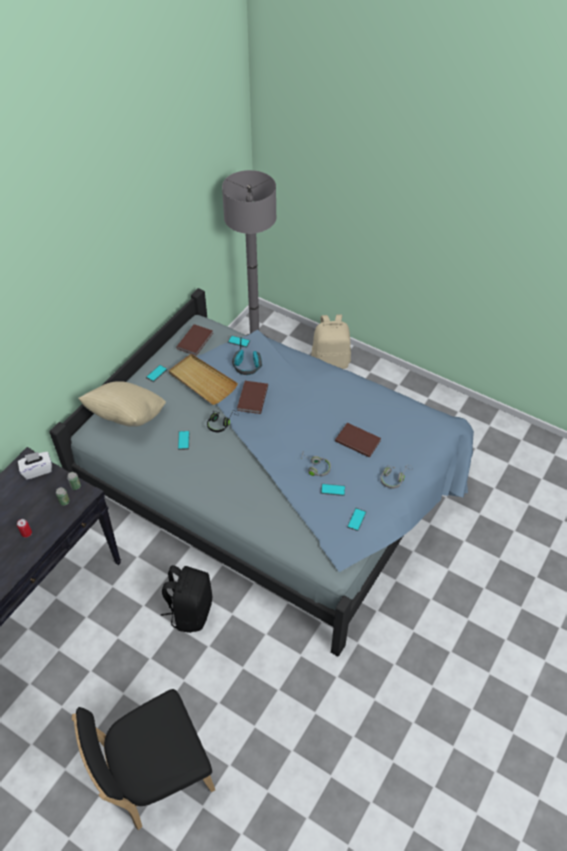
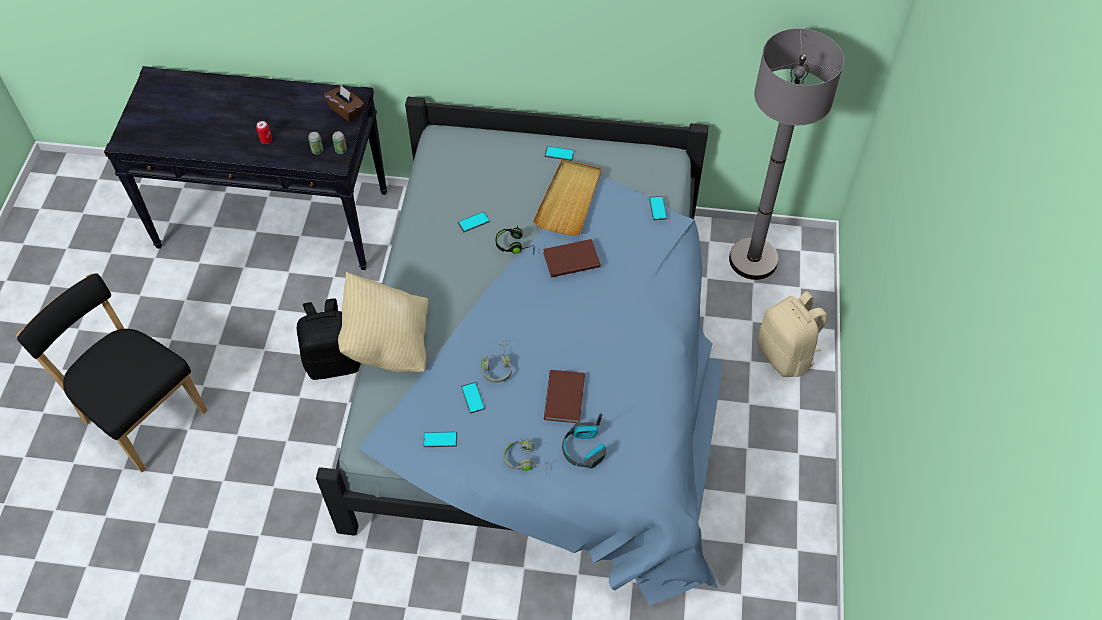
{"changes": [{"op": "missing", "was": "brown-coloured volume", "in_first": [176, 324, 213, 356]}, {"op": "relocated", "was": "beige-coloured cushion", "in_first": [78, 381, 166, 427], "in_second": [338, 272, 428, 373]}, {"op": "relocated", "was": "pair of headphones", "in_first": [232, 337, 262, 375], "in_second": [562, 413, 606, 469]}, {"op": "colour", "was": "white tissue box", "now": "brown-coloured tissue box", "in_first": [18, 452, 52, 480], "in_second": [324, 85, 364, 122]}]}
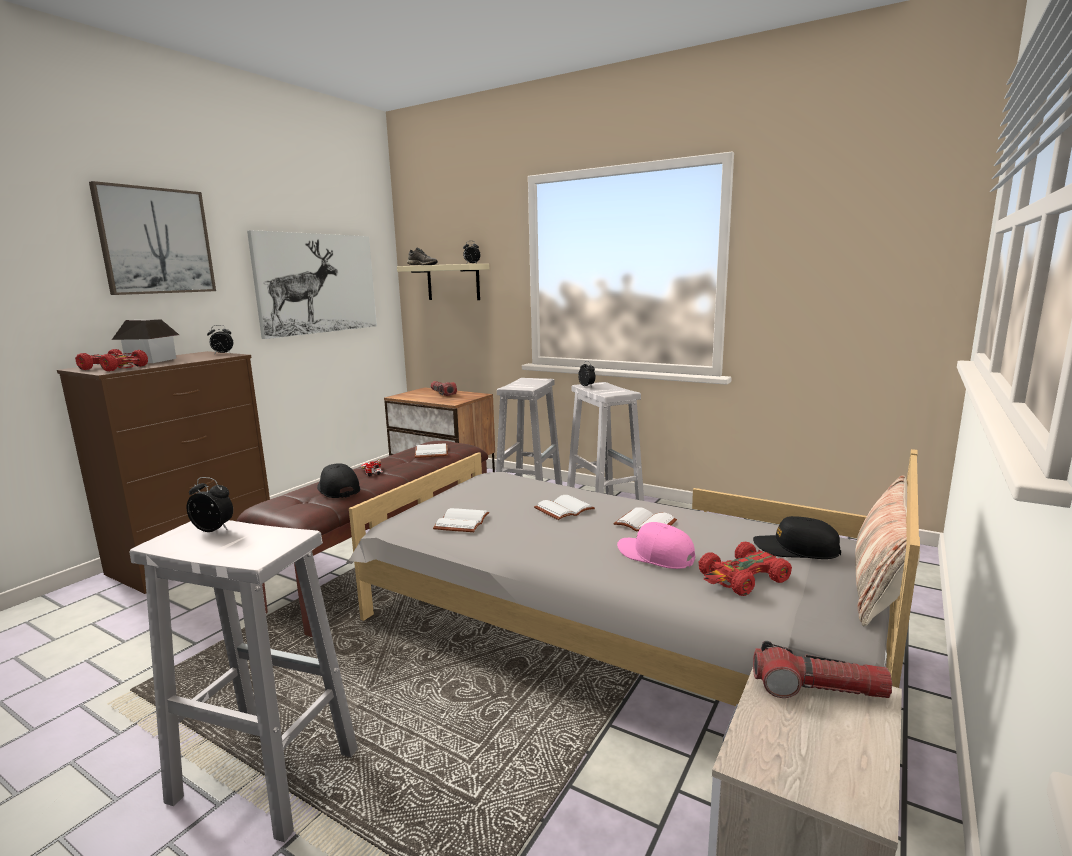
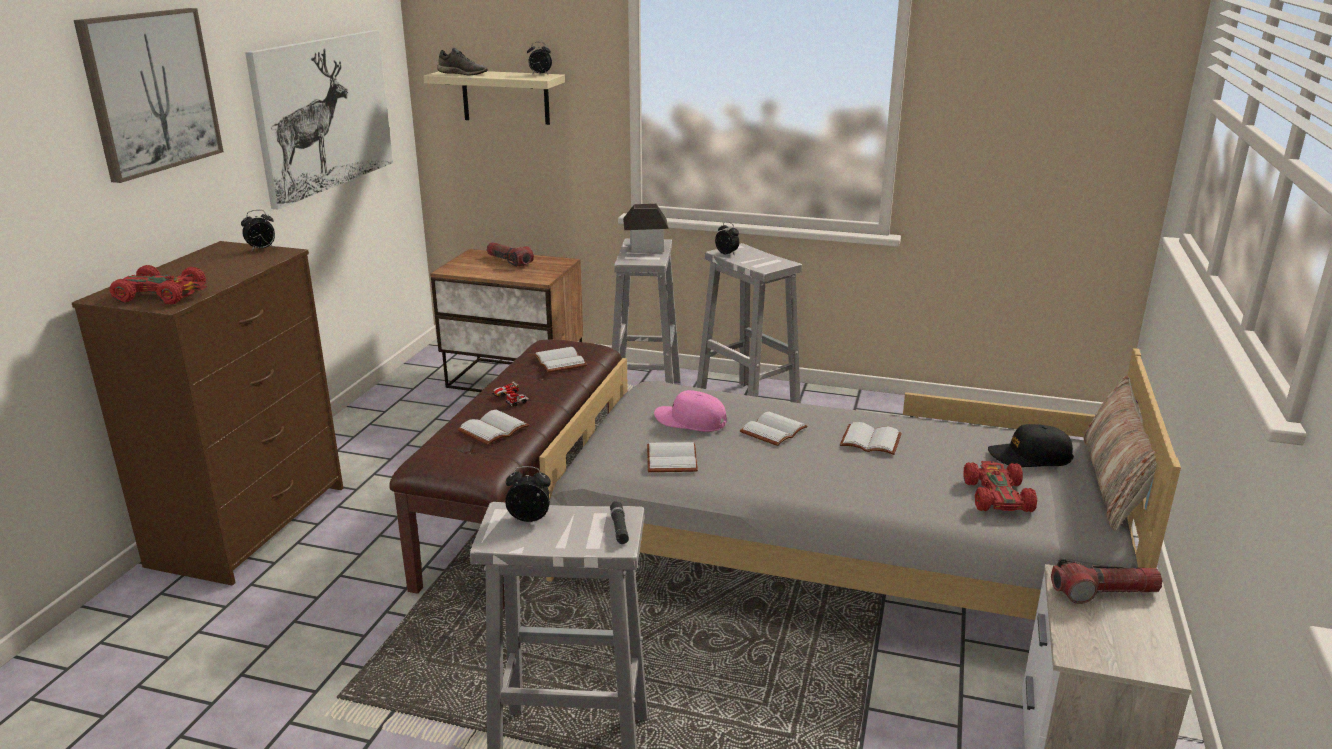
{"changes": [{"op": "appeared", "now": "blackish hand torch", "in_second": [610, 501, 629, 544]}, {"op": "relocated", "was": "toy house", "in_first": [112, 319, 179, 363], "in_second": [623, 204, 669, 253]}, {"op": "relocated", "was": "pink-coloured peaked cap", "in_first": [617, 522, 695, 569], "in_second": [654, 390, 727, 432]}, {"op": "exchanged", "was": "blackish peaked cap", "now": "white volume", "in_first": [317, 463, 360, 498], "in_second": [457, 410, 530, 445]}, {"op": "spun", "was": "reddish miniature car", "in_first": [699, 542, 792, 596], "in_second": [963, 461, 1037, 512], "clockwise": 135}]}
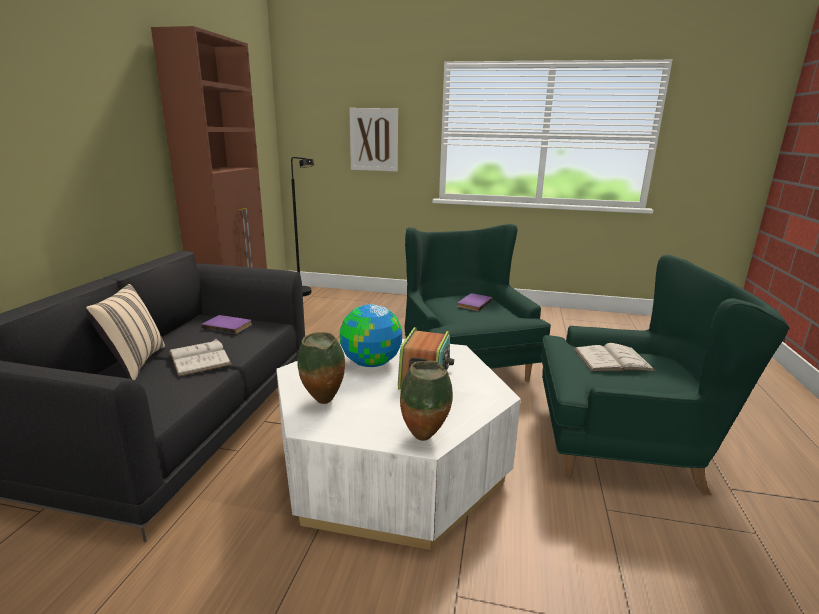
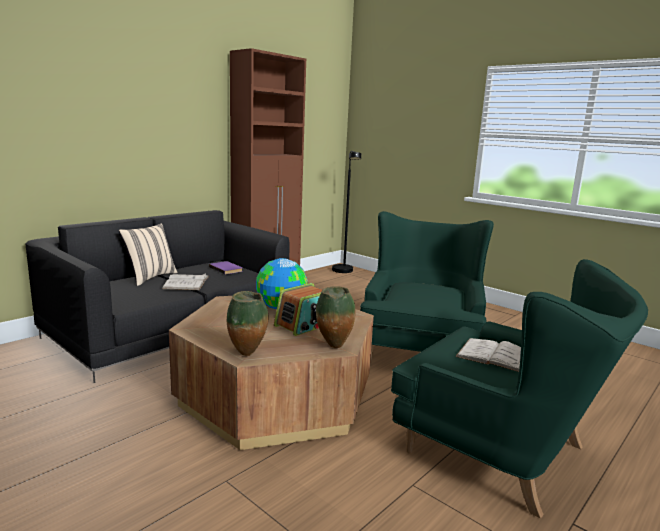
{"changes": [{"op": "missing", "was": "wall art", "in_first": [349, 108, 398, 172]}, {"op": "missing", "was": "purple-coloured volume", "in_first": [457, 293, 493, 311]}, {"op": "relocated", "was": "vase", "in_first": [297, 332, 345, 404], "in_second": [316, 286, 356, 348]}, {"op": "colour", "was": "white coffee table", "now": "brown-coloured coffee table", "in_first": [276, 339, 521, 550], "in_second": [169, 296, 374, 450]}]}
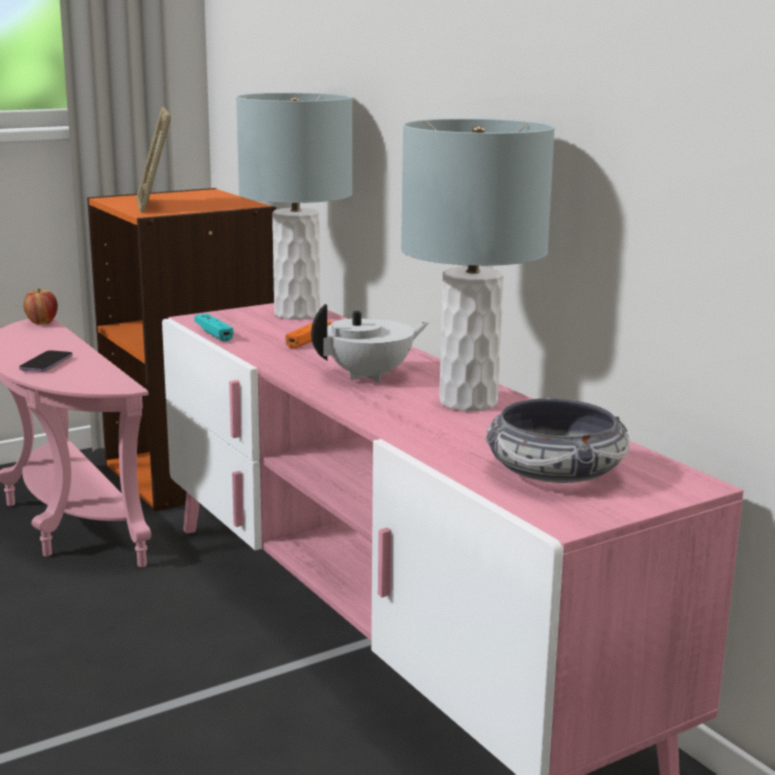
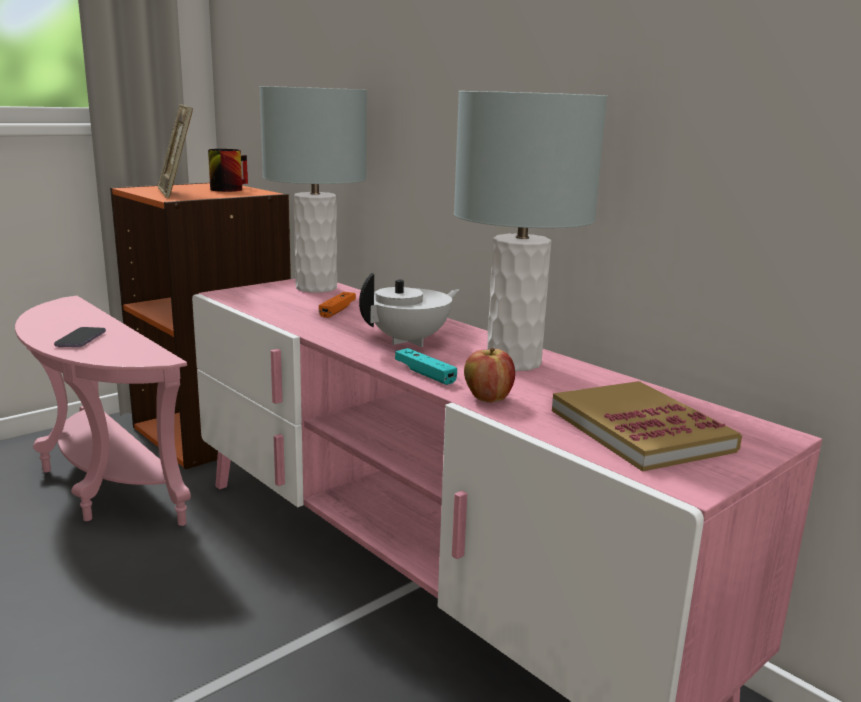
{"changes": [{"op": "appeared", "now": "tea mug", "in_second": [208, 149, 248, 192]}, {"op": "relocated", "was": "apple", "in_first": [23, 289, 58, 325], "in_second": [464, 348, 515, 403]}, {"op": "relocated", "was": "turquoise joypad", "in_first": [195, 314, 233, 342], "in_second": [395, 348, 457, 385]}, {"op": "exchanged", "was": "deep dish", "now": "volume", "in_first": [486, 398, 630, 483], "in_second": [552, 381, 742, 472]}]}
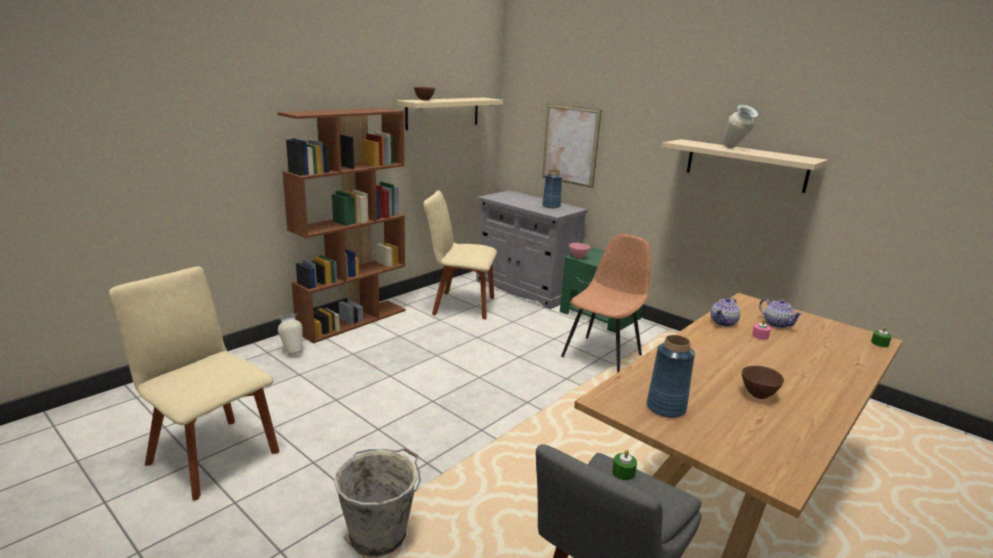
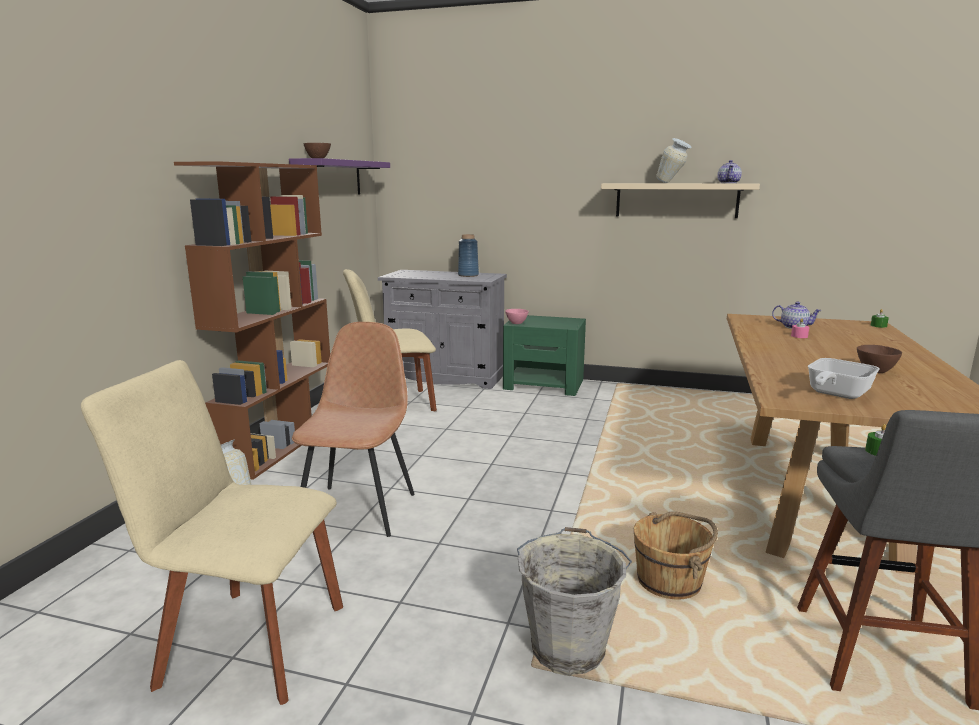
{"changes": [{"op": "missing", "was": "wall art", "in_first": [542, 104, 601, 188]}, {"op": "appeared", "now": "brown-coloured pail", "in_second": [634, 511, 718, 599]}, {"op": "relocated", "was": "brown-coloured chair", "in_first": [561, 234, 651, 373], "in_second": [292, 322, 414, 537]}, {"op": "relocated", "was": "teapot", "in_first": [711, 298, 740, 327], "in_second": [717, 160, 742, 183]}, {"op": "exchanged", "was": "bluish vase", "now": "frying pan", "in_first": [647, 335, 695, 418], "in_second": [808, 358, 880, 399]}, {"op": "colour", "was": "beige-coloured shelf", "now": "purple-coloured shelf", "in_first": [397, 98, 503, 130], "in_second": [289, 158, 390, 194]}]}
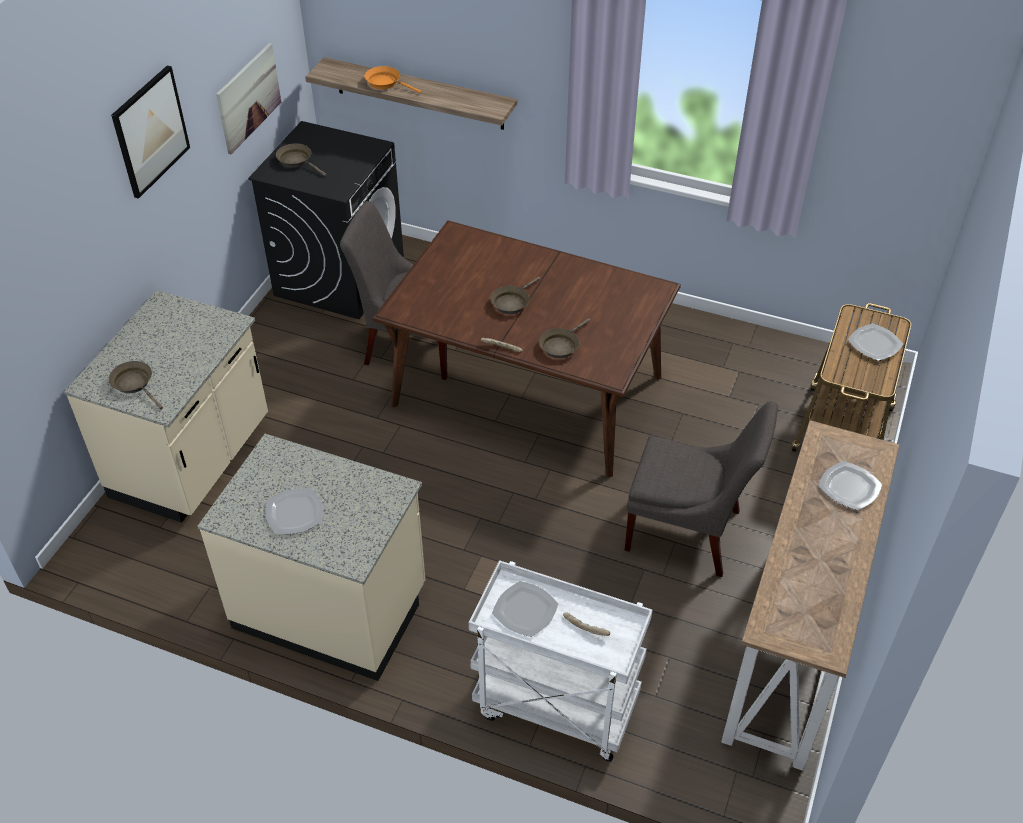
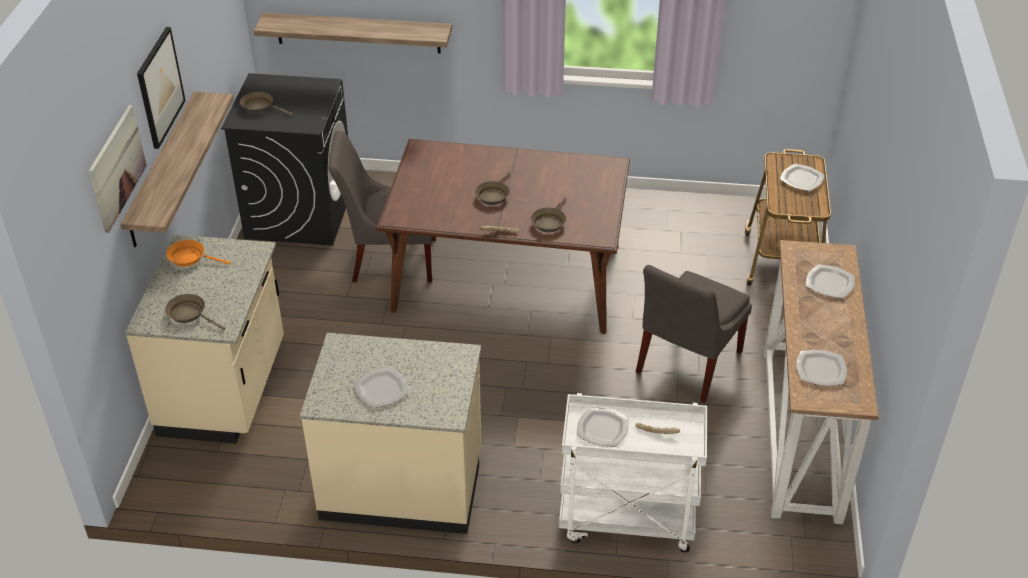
{"changes": [{"op": "appeared", "now": "shelf", "in_second": [120, 92, 234, 247]}, {"op": "appeared", "now": "dinner plate", "in_second": [796, 350, 847, 386]}, {"op": "relocated", "was": "wall art", "in_first": [216, 43, 281, 154], "in_second": [89, 105, 147, 233]}, {"op": "relocated", "was": "orange frying pan", "in_first": [364, 66, 422, 93], "in_second": [166, 240, 231, 267]}, {"op": "spun", "was": "grey chair", "in_first": [624, 401, 778, 577], "in_second": [636, 265, 752, 403], "clockwise": 120}]}
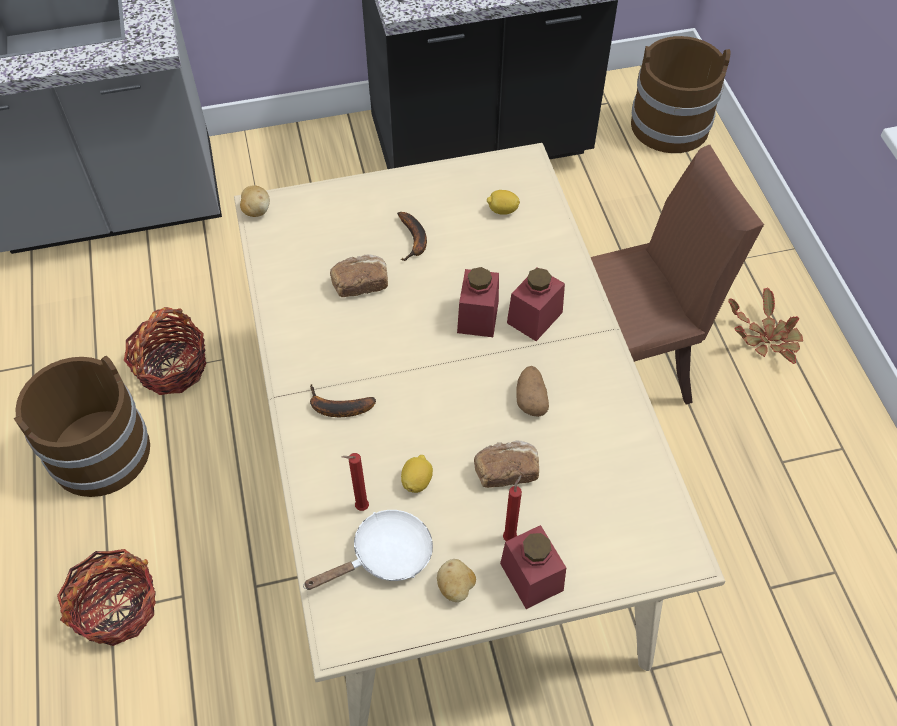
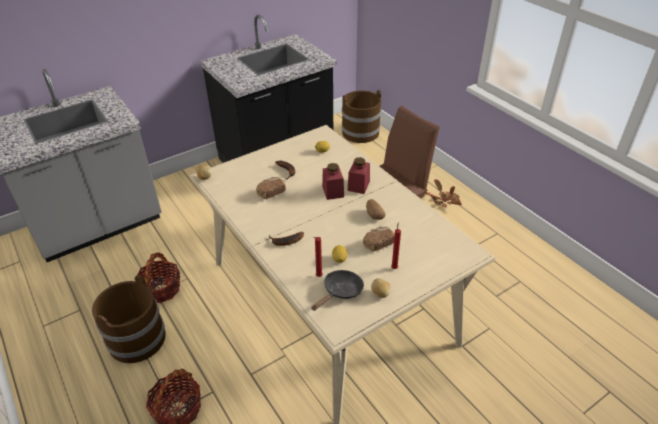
{"changes": [{"op": "missing", "was": "reddish storage jar", "in_first": [500, 525, 566, 609]}, {"op": "colour", "was": "white frying pan", "now": "blackish frying pan", "in_first": [303, 510, 433, 590], "in_second": [311, 270, 364, 311]}]}
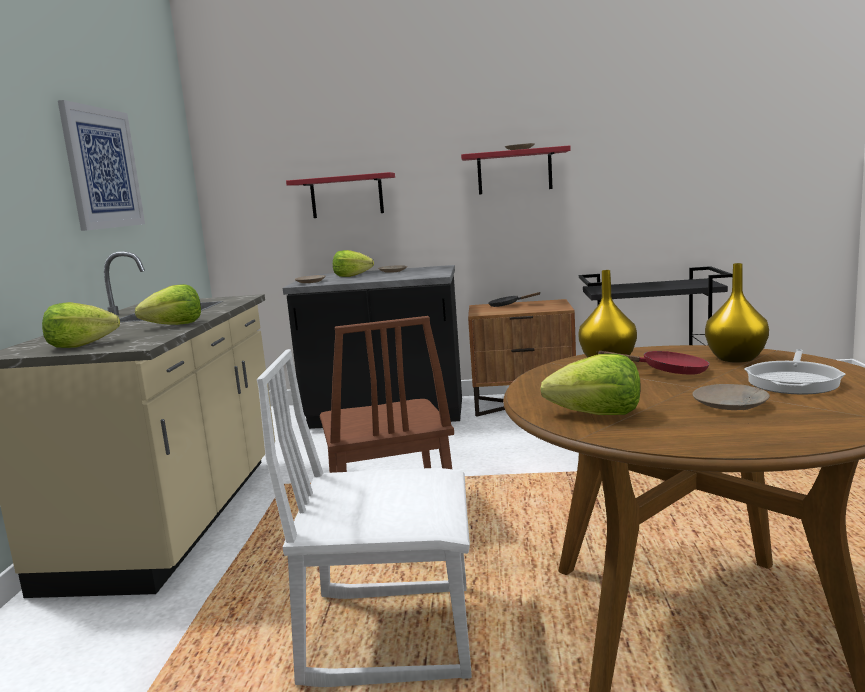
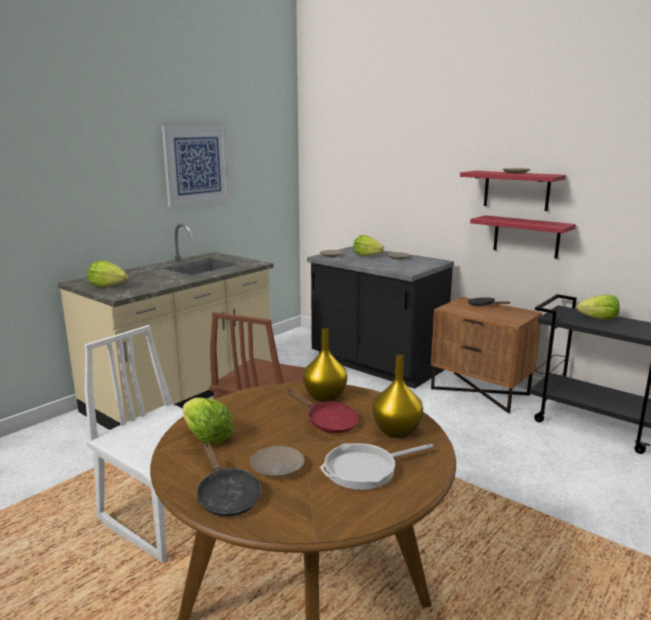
{"changes": [{"op": "appeared", "now": "blackish frying pan", "in_second": [197, 443, 261, 517]}, {"op": "relocated", "was": "lettuce head", "in_first": [135, 284, 201, 325], "in_second": [576, 295, 620, 320]}, {"op": "relocated", "was": "reddish shelf", "in_first": [286, 172, 395, 218], "in_second": [470, 215, 576, 259]}]}
